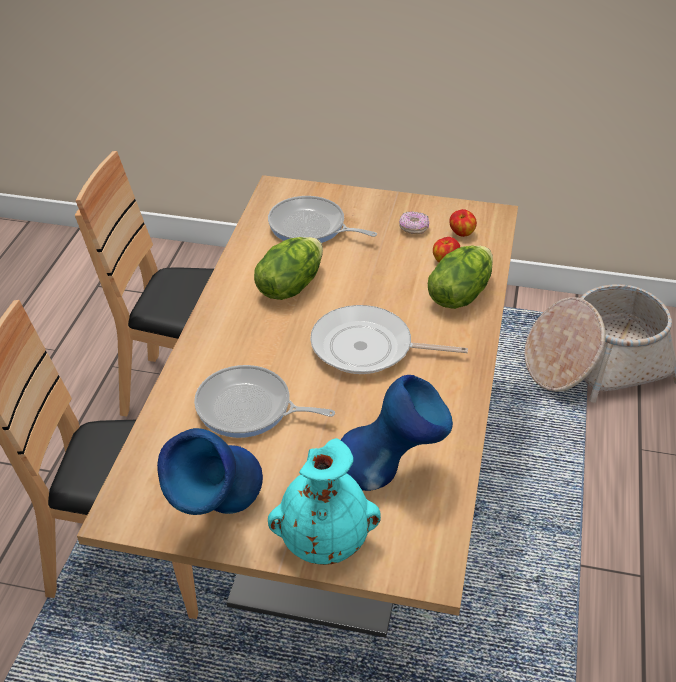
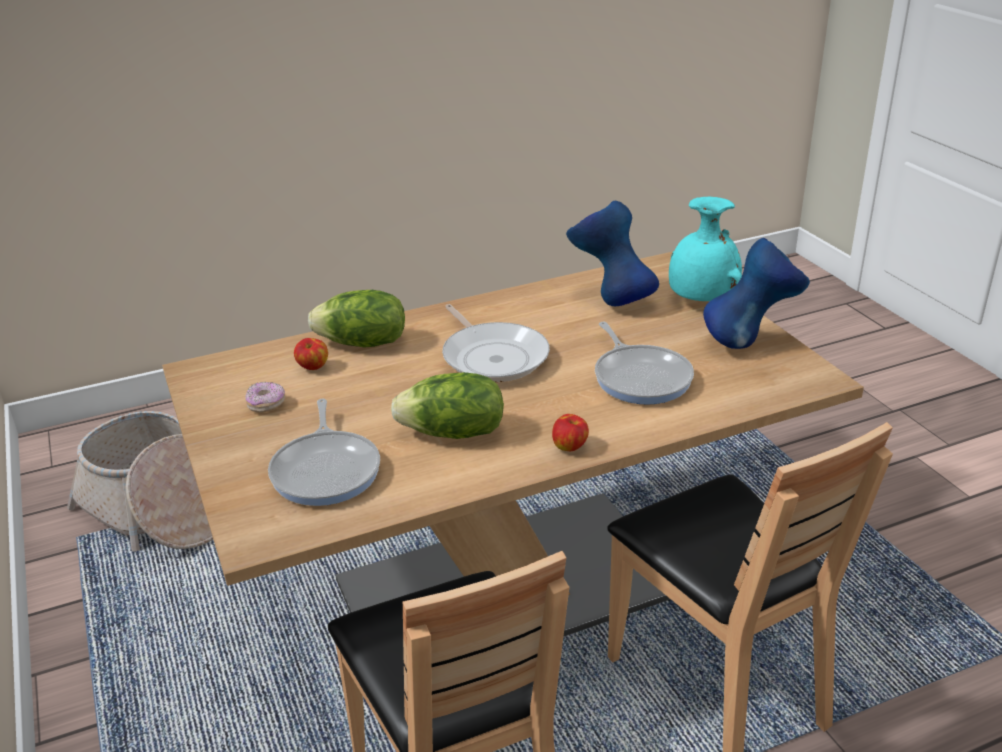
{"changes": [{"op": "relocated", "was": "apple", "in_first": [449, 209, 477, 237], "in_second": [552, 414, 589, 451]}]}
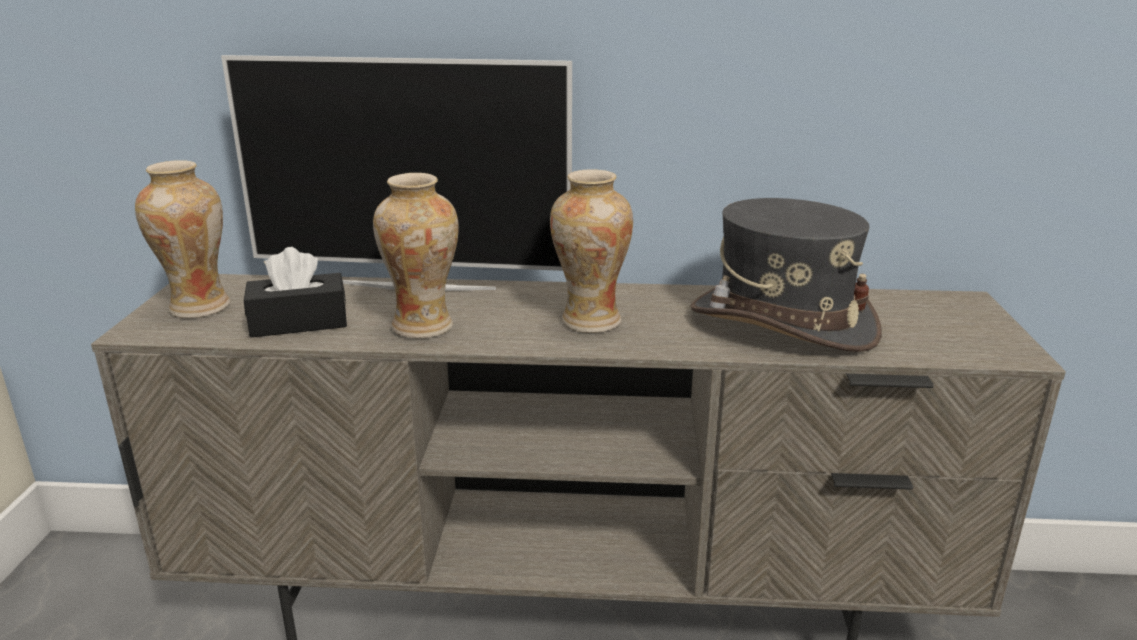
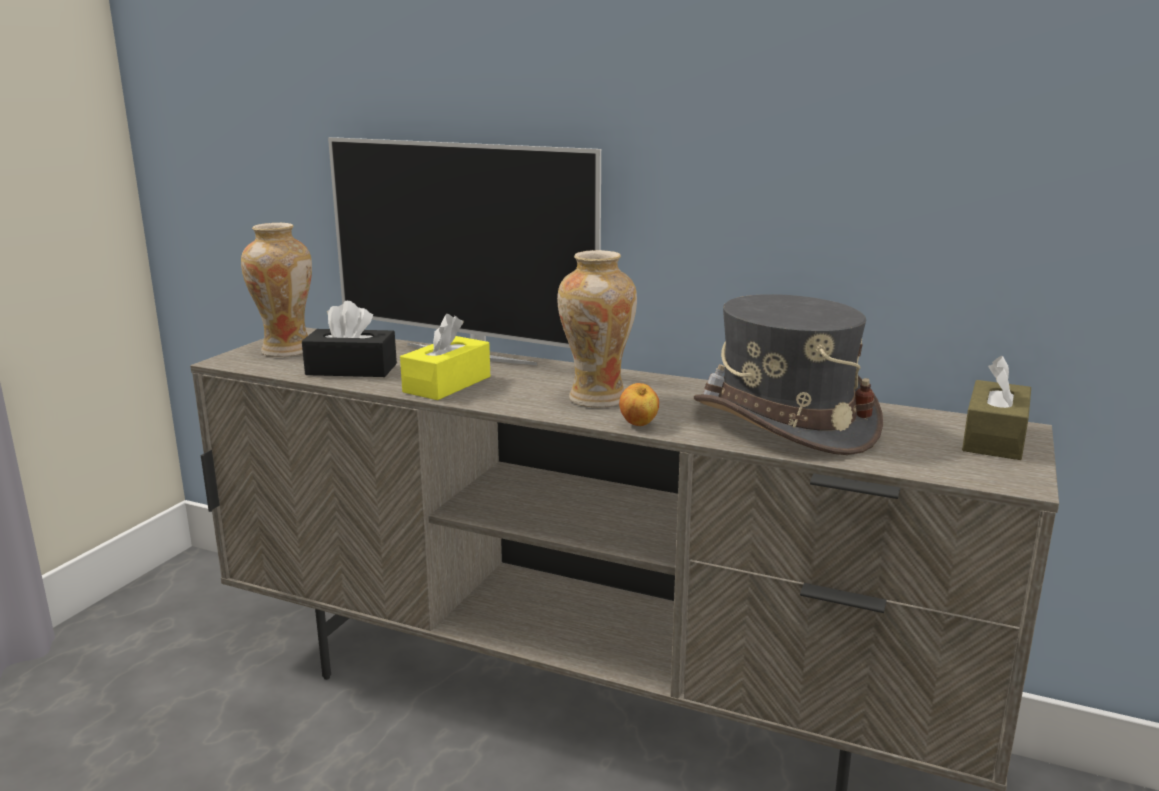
{"changes": [{"op": "appeared", "now": "apple", "in_second": [619, 383, 659, 426]}, {"op": "appeared", "now": "brown-coloured tissue box", "in_second": [962, 356, 1031, 460]}, {"op": "exchanged", "was": "vase", "now": "yellow tissue box", "in_first": [373, 173, 459, 338], "in_second": [400, 314, 490, 400]}]}
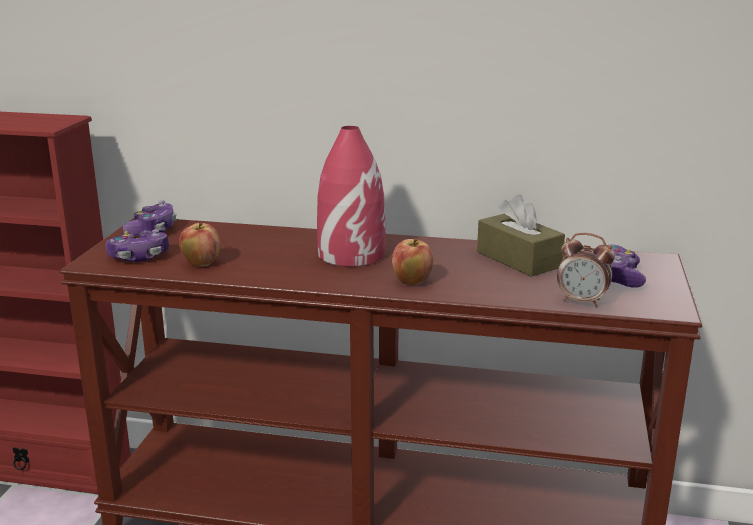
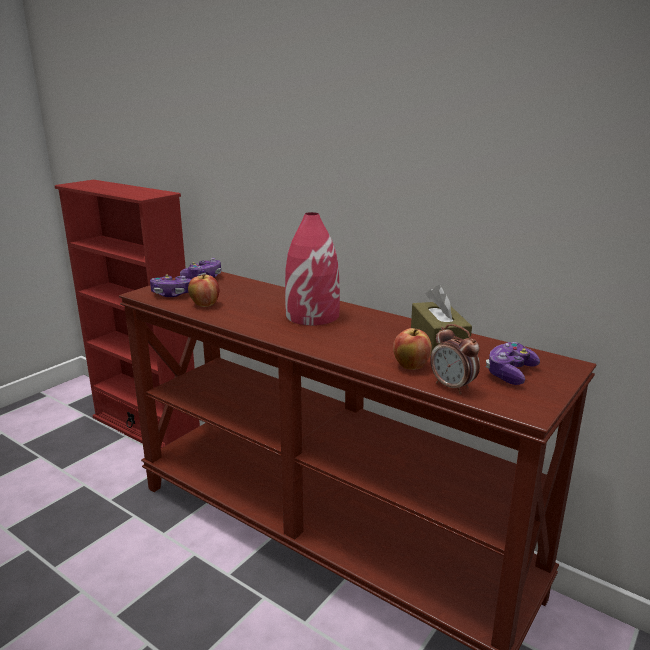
{"changes": [{"op": "relocated", "was": "apple", "in_first": [392, 238, 434, 285], "in_second": [393, 328, 432, 370]}]}
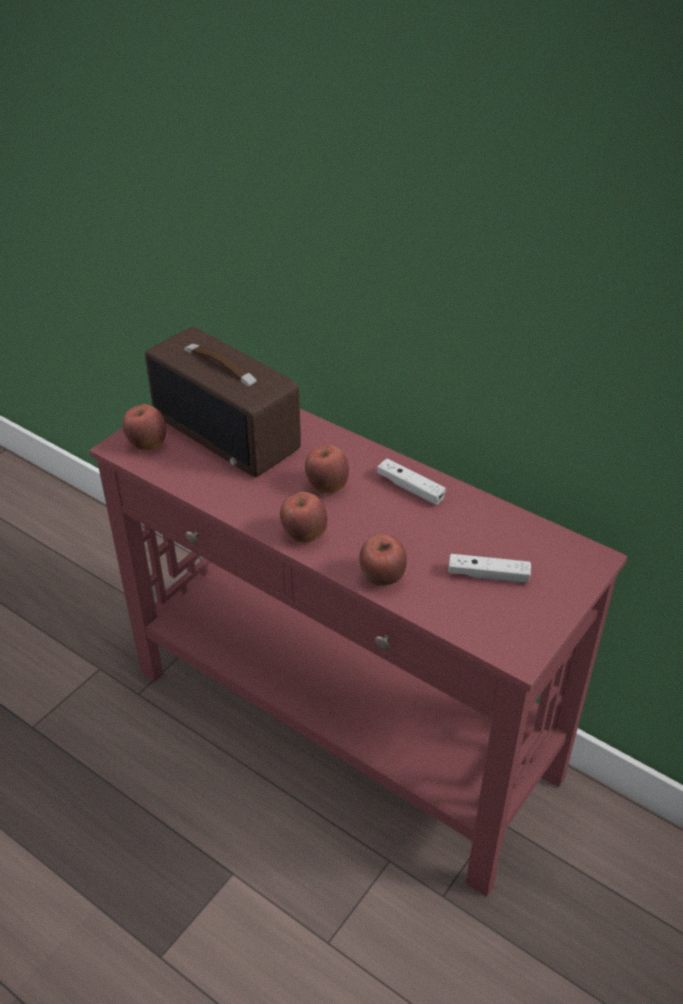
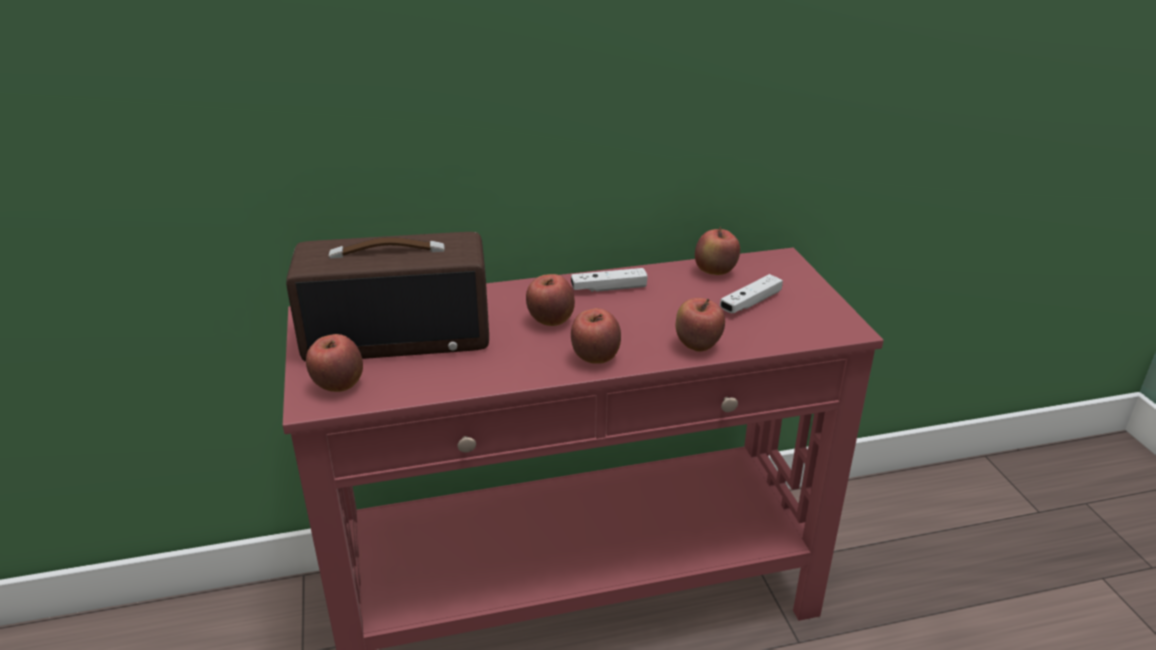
{"changes": [{"op": "appeared", "now": "apple", "in_second": [695, 227, 740, 275]}]}
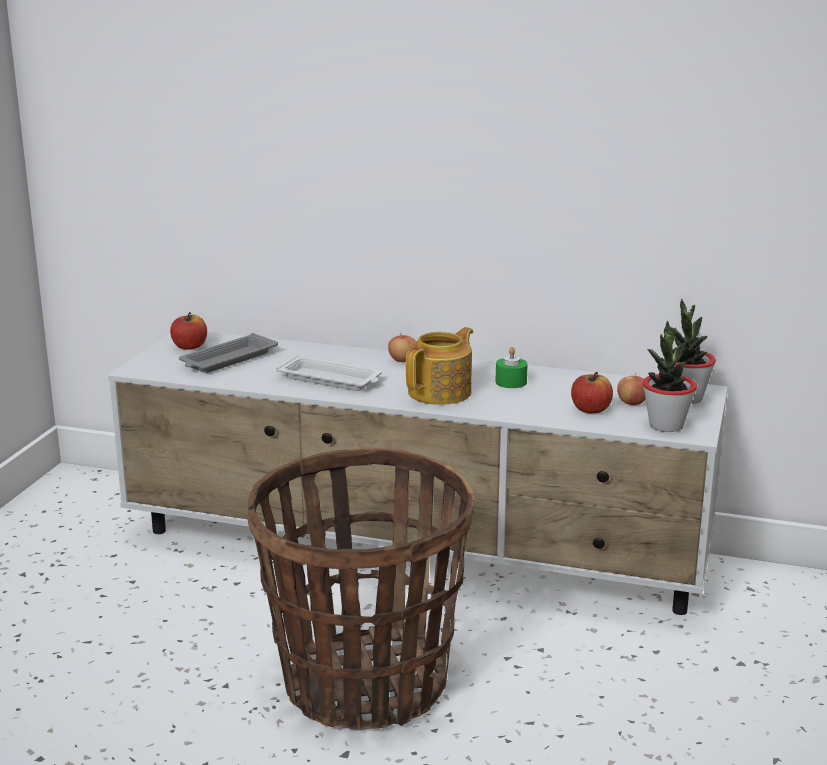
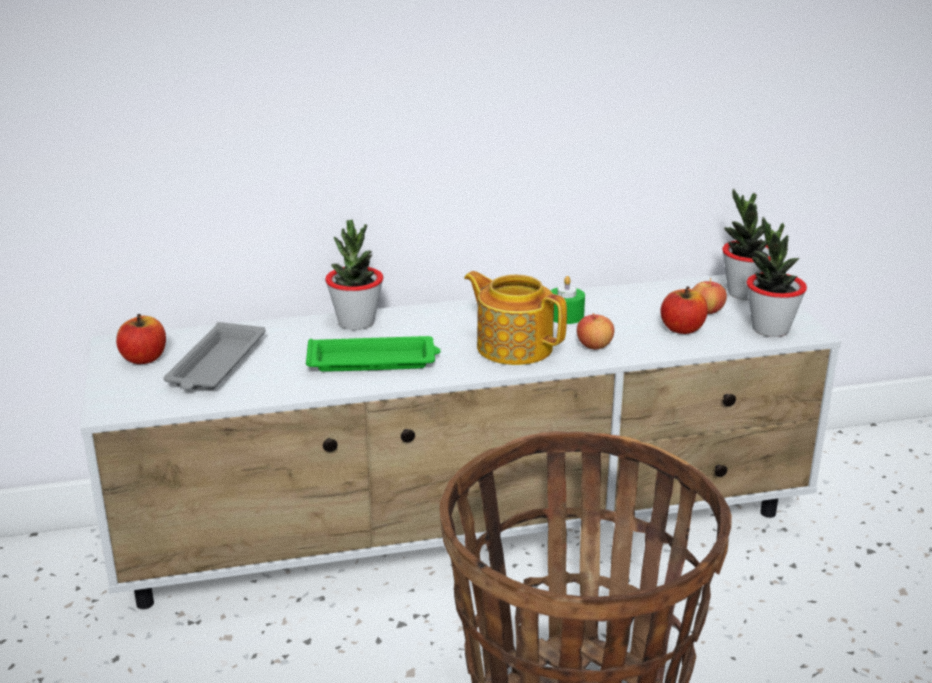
{"changes": [{"op": "appeared", "now": "houseplant", "in_second": [325, 219, 384, 330]}, {"op": "relocated", "was": "apple", "in_first": [388, 333, 415, 362], "in_second": [577, 313, 614, 349]}, {"op": "colour", "was": "white tray", "now": "green tray", "in_first": [276, 355, 382, 391], "in_second": [306, 336, 441, 372]}, {"op": "spun", "was": "teapot", "in_first": [406, 327, 473, 405], "in_second": [464, 271, 567, 365], "clockwise": -60}]}
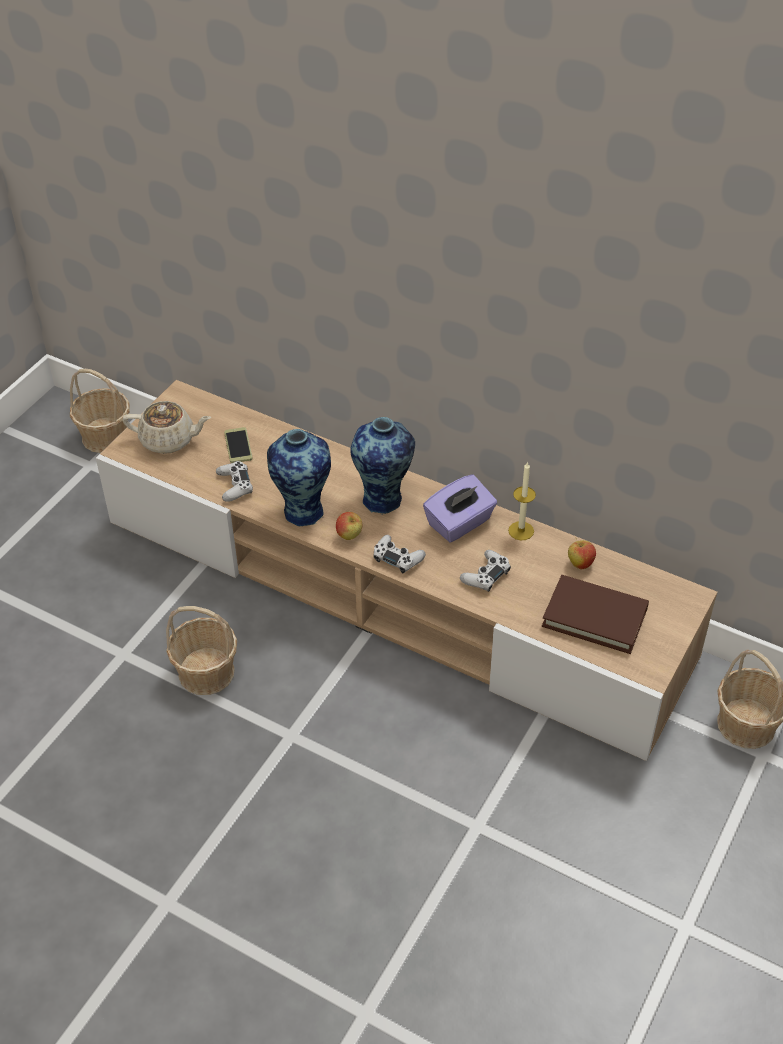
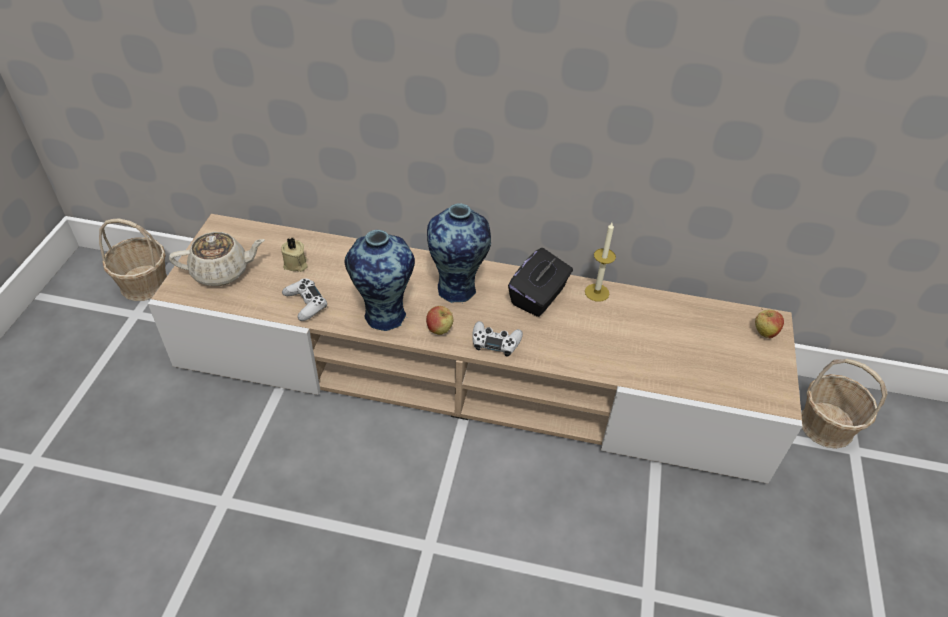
{"changes": [{"op": "missing", "was": "basket", "in_first": [166, 606, 237, 695]}, {"op": "missing", "was": "white joypad", "in_first": [460, 550, 511, 592]}, {"op": "missing", "was": "brown-coloured volume", "in_first": [542, 575, 649, 654]}, {"op": "relocated", "was": "apple", "in_first": [568, 538, 596, 570], "in_second": [755, 309, 784, 338]}, {"op": "exchanged", "was": "handset", "now": "beige-coloured wax candle", "in_first": [224, 427, 253, 463], "in_second": [281, 237, 308, 272]}, {"op": "colour", "was": "purple-coloured tissue box", "now": "blackish tissue box", "in_first": [423, 474, 497, 543], "in_second": [508, 248, 573, 317]}]}
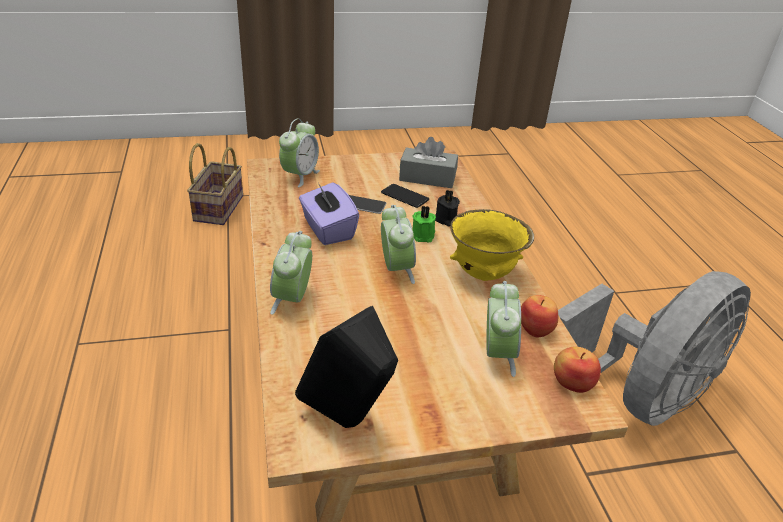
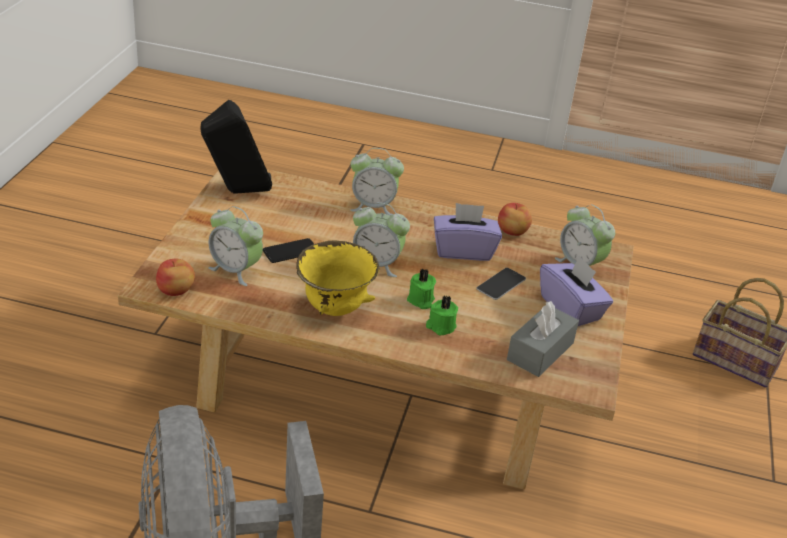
{"changes": [{"op": "appeared", "now": "purple-coloured tissue box", "in_second": [540, 255, 613, 326]}, {"op": "relocated", "was": "handset", "in_first": [381, 184, 429, 208], "in_second": [263, 238, 314, 263]}, {"op": "relocated", "was": "apple", "in_first": [521, 295, 558, 337], "in_second": [498, 203, 532, 236]}, {"op": "colour", "was": "blackish wax candle", "now": "green wax candle", "in_first": [435, 190, 460, 227], "in_second": [426, 296, 458, 335]}, {"op": "spun", "was": "alarm clock", "in_first": [270, 231, 312, 315], "in_second": [350, 148, 404, 216], "clockwise": 150}]}
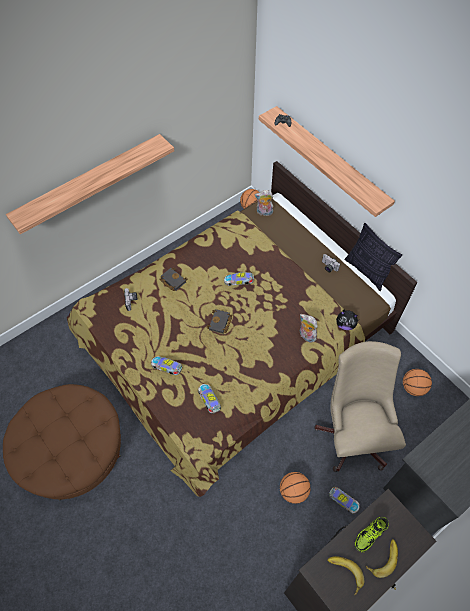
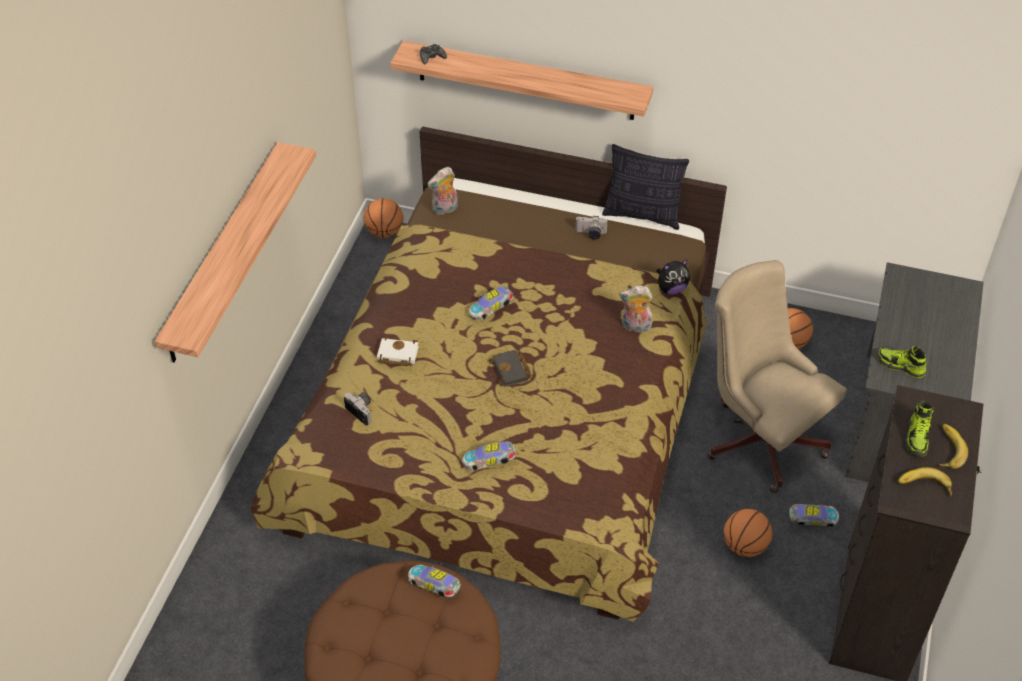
{"changes": [{"op": "appeared", "now": "shoe", "in_second": [878, 346, 926, 378]}, {"op": "relocated", "was": "miniature car", "in_first": [198, 384, 221, 413], "in_second": [408, 565, 461, 597]}, {"op": "colour", "was": "blackish volume", "now": "white volume", "in_first": [159, 268, 187, 291], "in_second": [377, 337, 419, 366]}]}
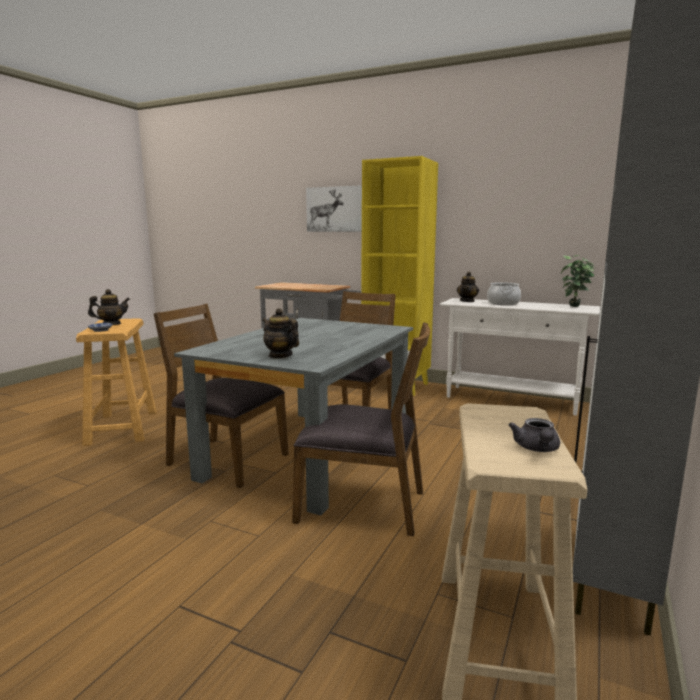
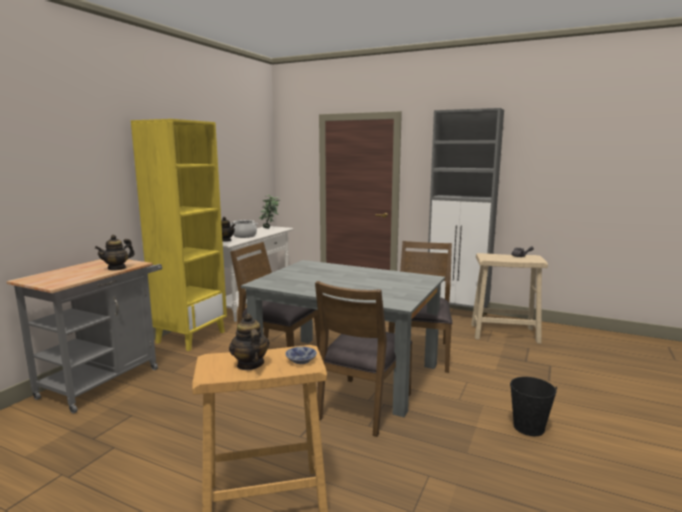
{"changes": [{"op": "missing", "was": "wall art", "in_first": [306, 185, 362, 232]}, {"op": "appeared", "now": "blackish pail", "in_second": [510, 377, 557, 436]}, {"op": "relocated", "was": "teapot", "in_first": [262, 308, 299, 359], "in_second": [95, 235, 135, 271]}]}
